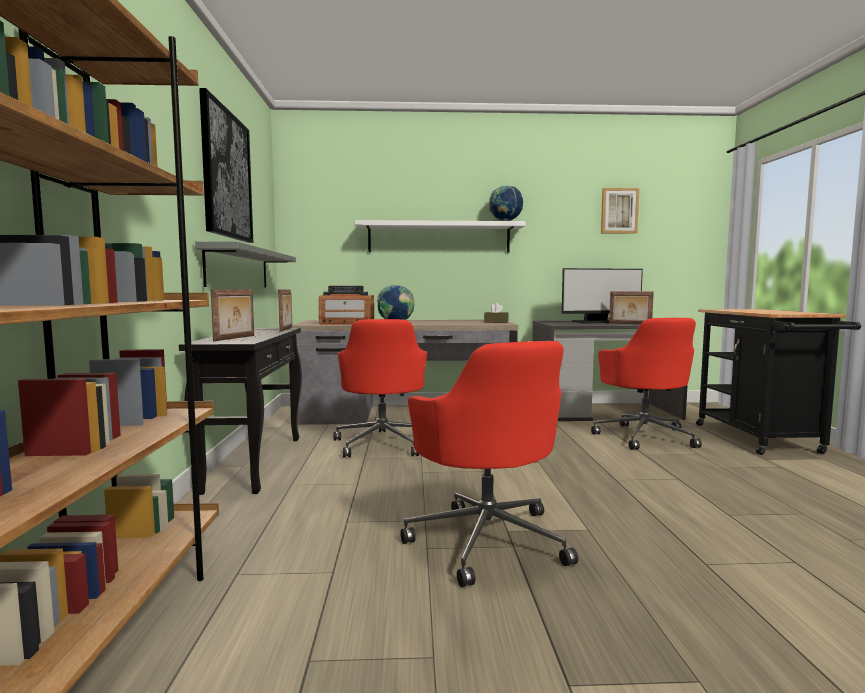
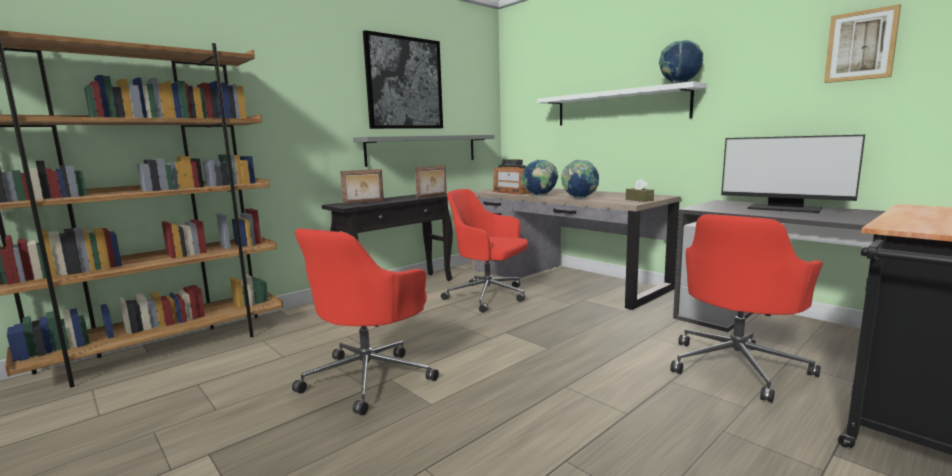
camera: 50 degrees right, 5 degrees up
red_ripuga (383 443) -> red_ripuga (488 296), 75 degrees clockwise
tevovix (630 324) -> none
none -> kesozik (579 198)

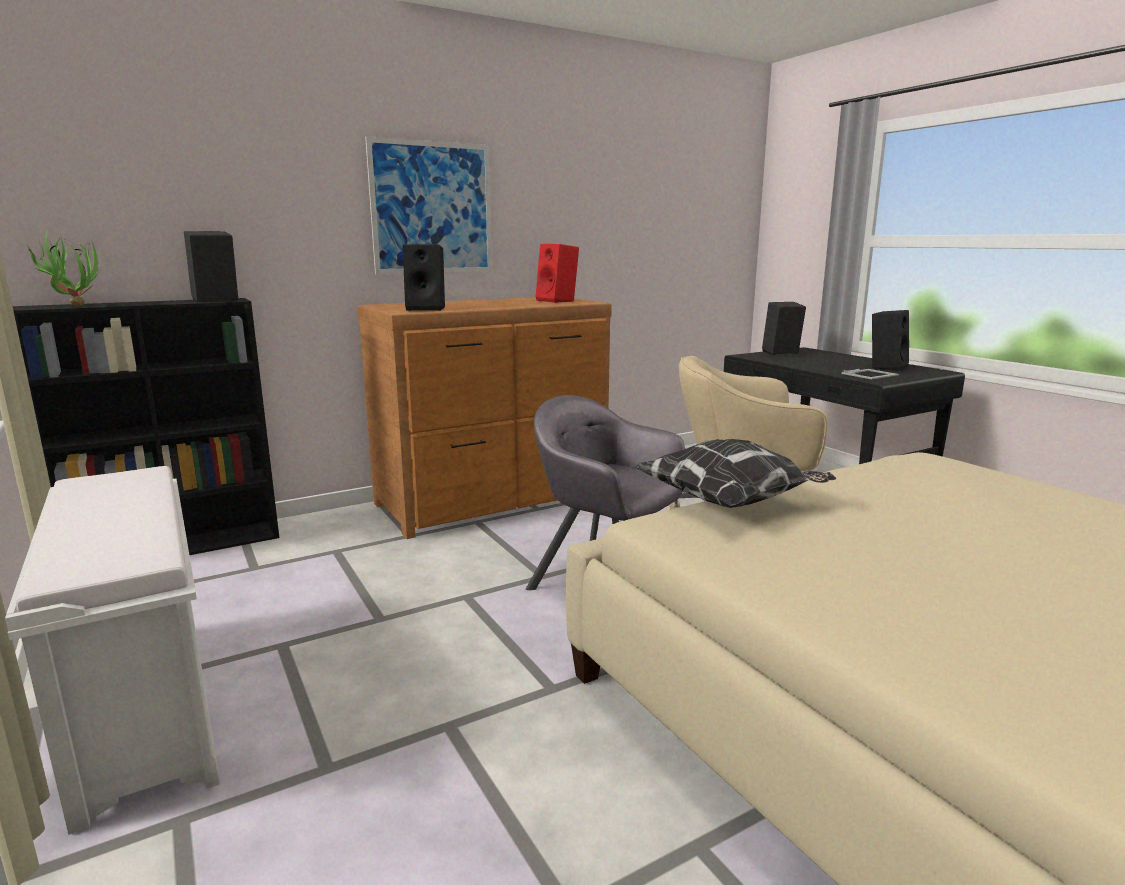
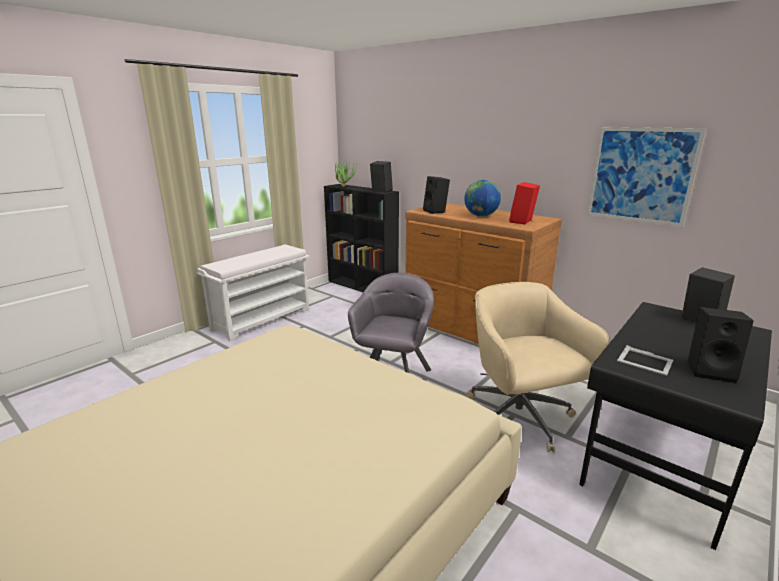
camera: 70 degrees right, 5 degrees up
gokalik (432 208) -> gokalik (641 175), shifted
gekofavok (731 503) -> none
none -> kesozik (481 216)

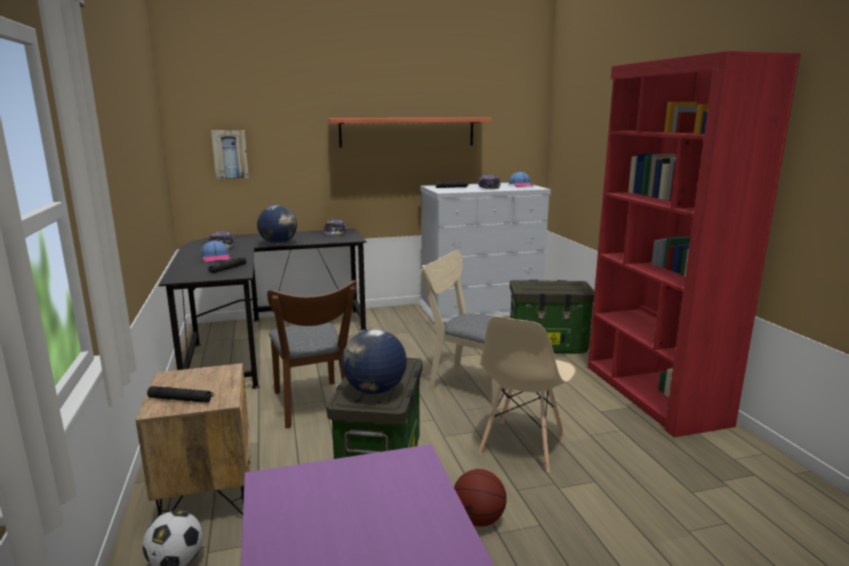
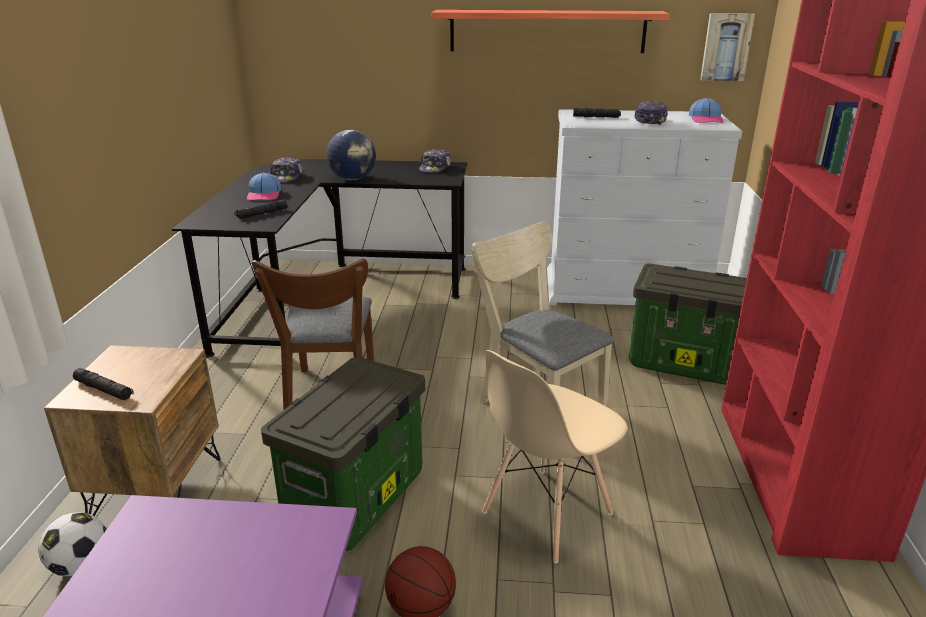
camera: 20 degrees right, 10 degrees up
gokalik (230 154) -> gokalik (726 47), shifted
kesozik (375 391) -> none

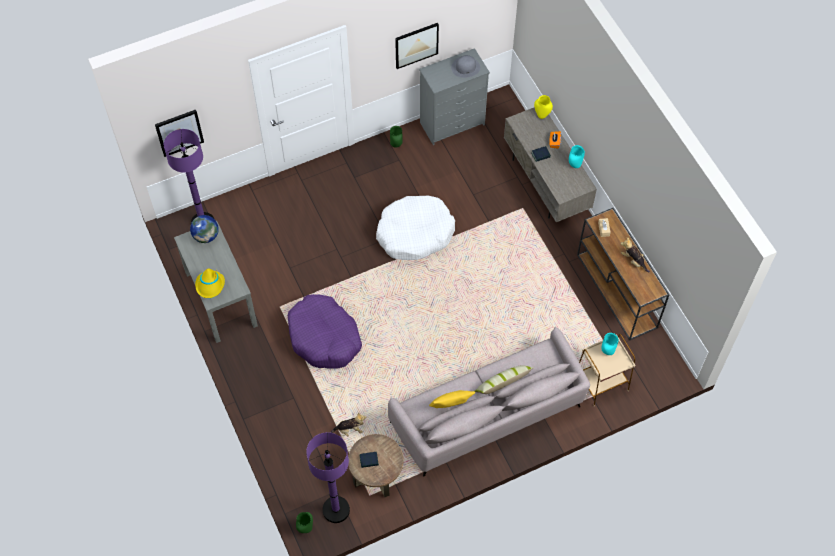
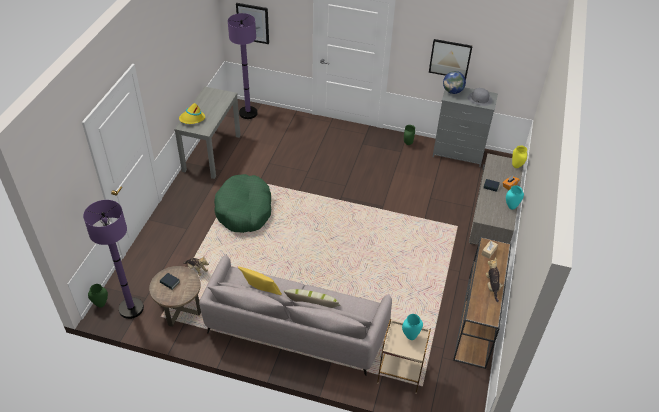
camera: 40 degrees right, 15 degrees down
kesozik (206 236) -> kesozik (452 91), shifted
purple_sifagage (324 337) -> green_sifagage (244 210)
white_sifagage (414 233) -> none

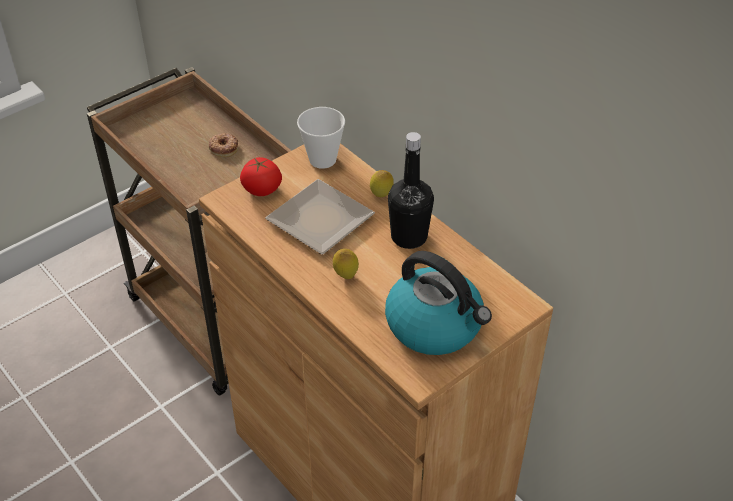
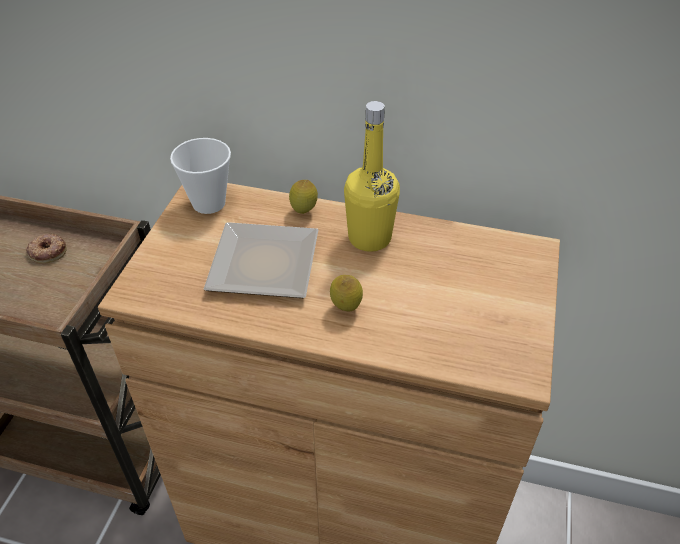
camera: 35 degrees left, 0 degrees up
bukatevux (262 189) -> none
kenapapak (435 325) -> none
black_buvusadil (409 237) -> yellow_buvusadil (369 238)

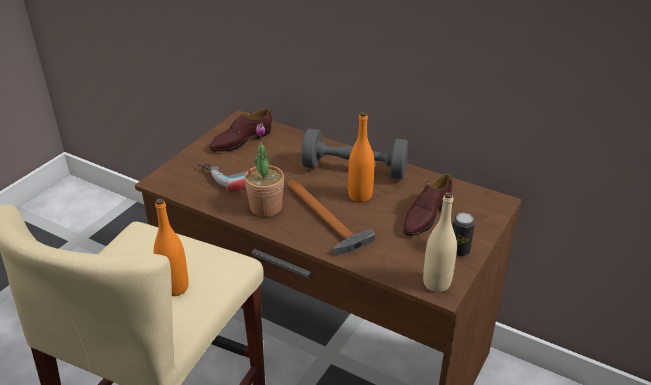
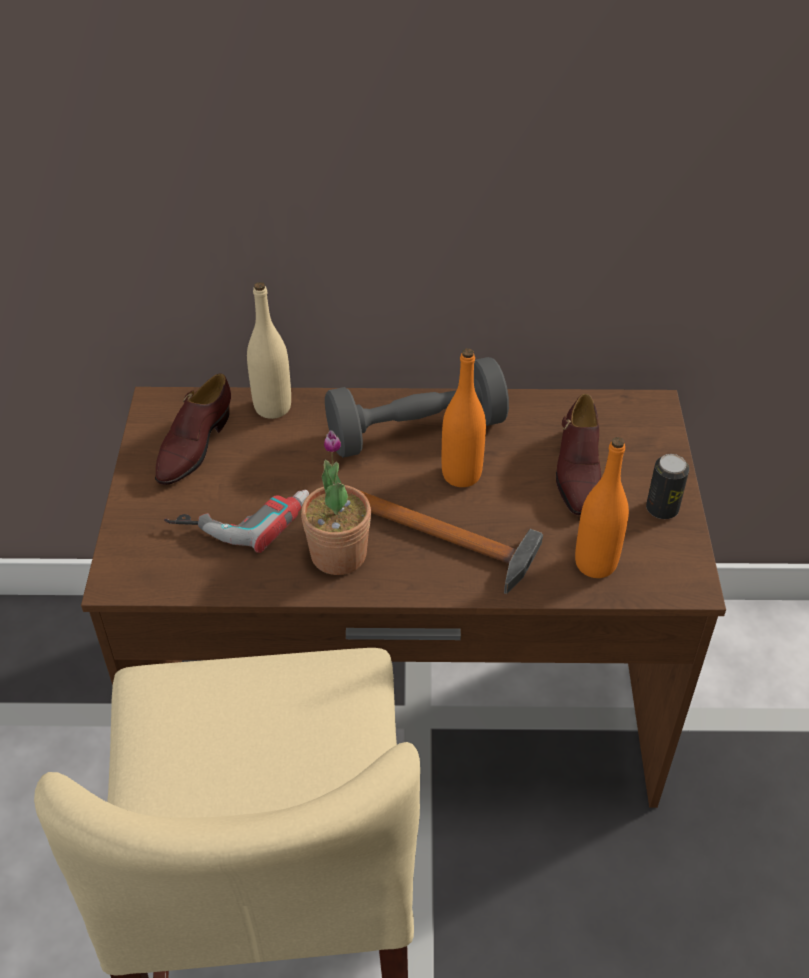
camera: 30 degrees left, 10 degrees up
orange_buvusadil (175 287) -> orange_buvusadil (595 563), shifted
beige_buvusadil (436 283) -> beige_buvusadil (272 407), shifted

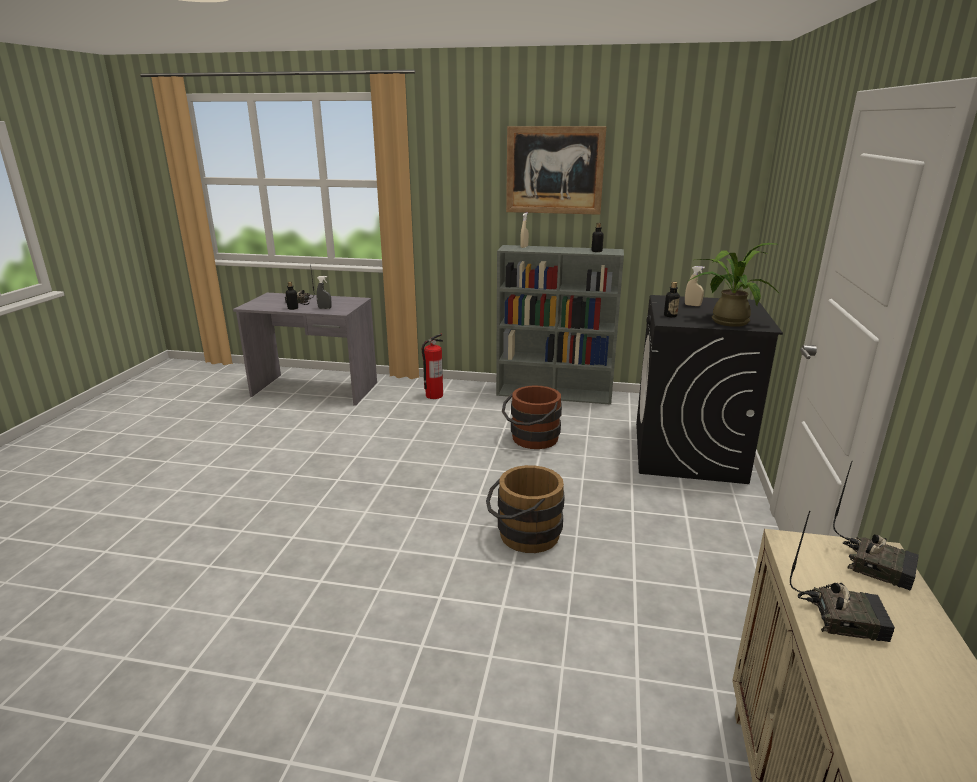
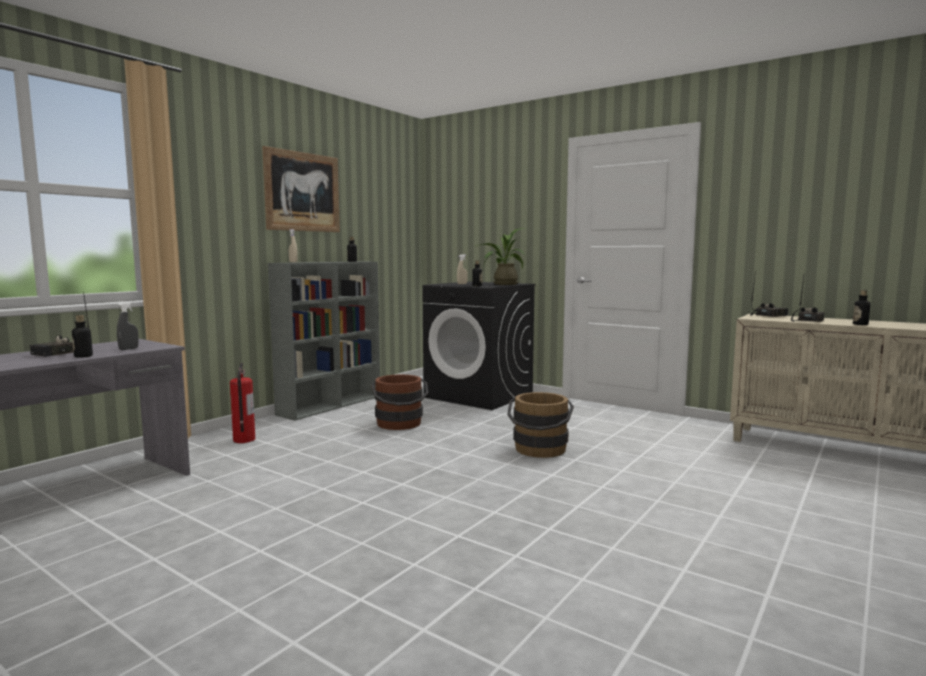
camera: 65 degrees left, 15 degrees down
none -> buvusadil (860 324)

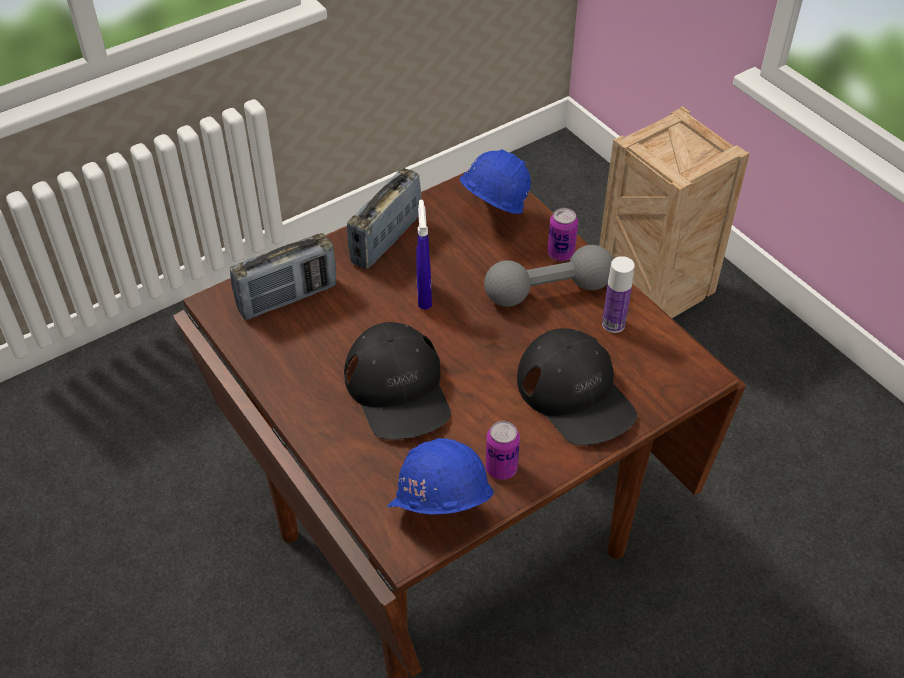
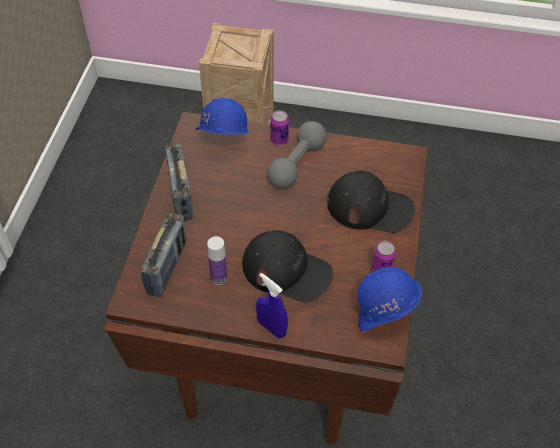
camera: 45 degrees left, 5 degrees up
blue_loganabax (424 295) -> blue_loganabax (271 328), shifted
buvusadil (613 324) -> buvusadil (219 278), shifted

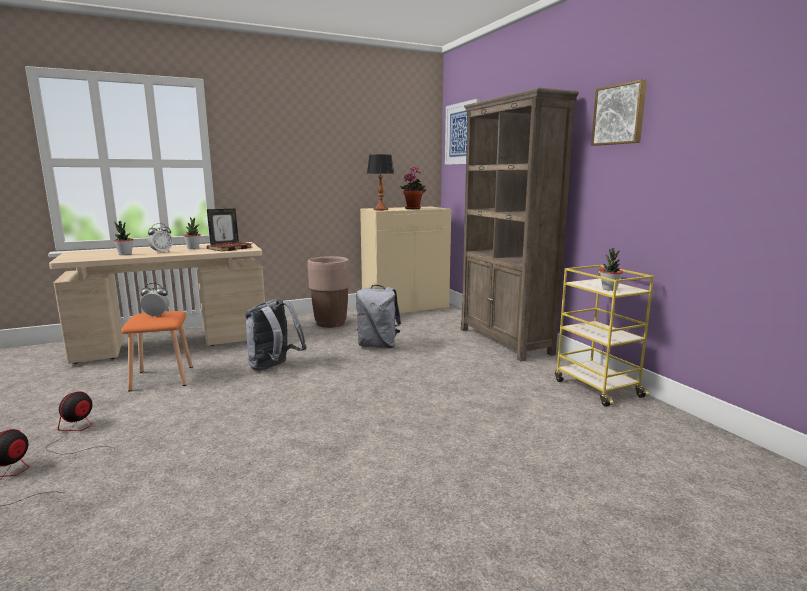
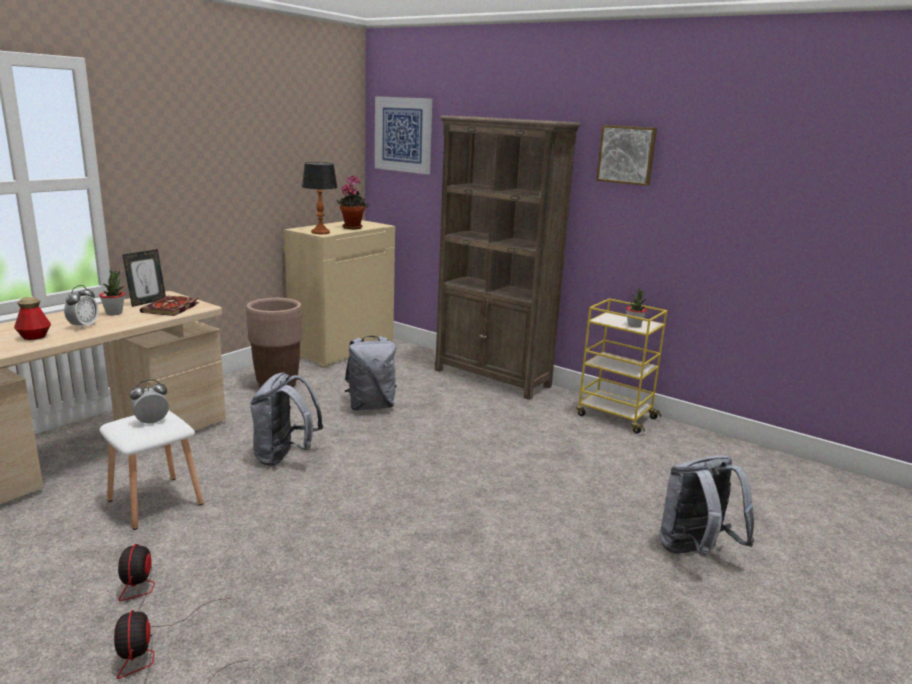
camera: 30 degrees left, 5 degrees up
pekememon (125 254) -> buvusadil (34 337)
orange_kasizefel (161 378) -> white_kasizefel (154 503)
none -> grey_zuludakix (695 552)

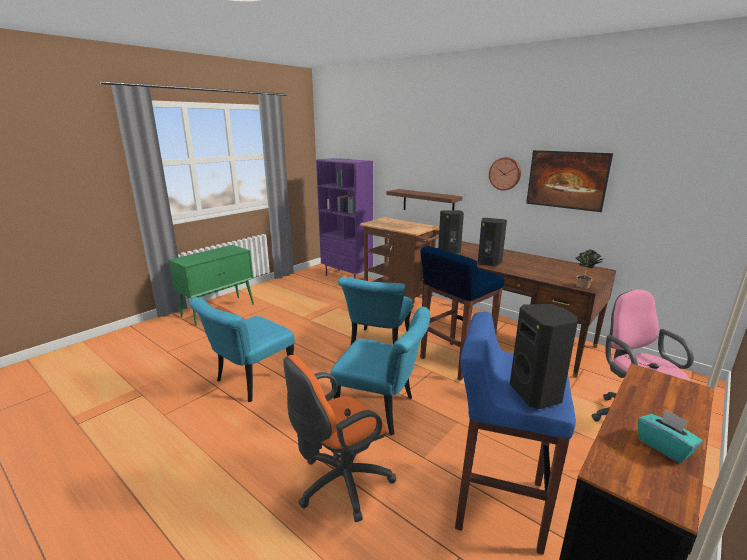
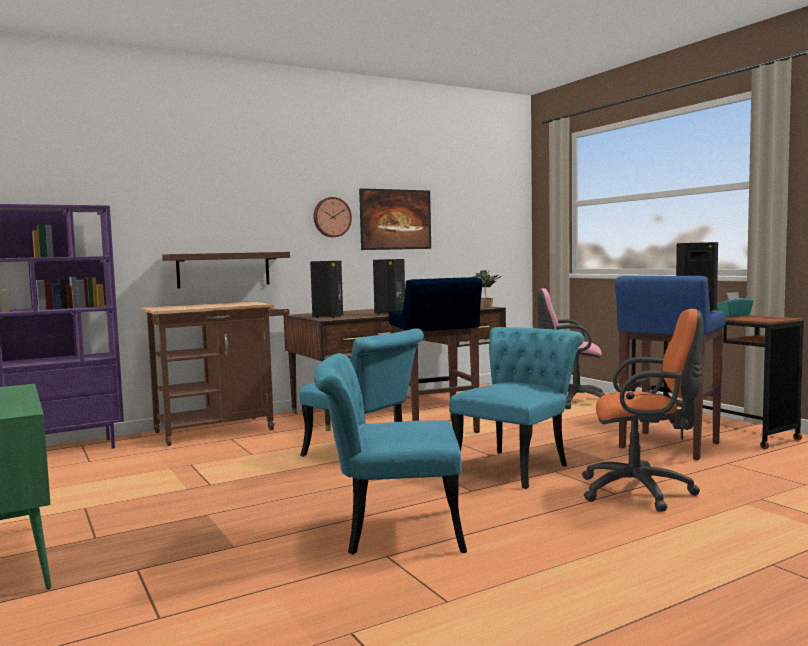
camera: 70 degrees left, 15 degrees down
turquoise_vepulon (250 382) -> turquoise_vepulon (389 531), 120 degrees clockwise
orange_ripuga (340 484) -> orange_ripuga (642 492), 60 degrees counterclockwise

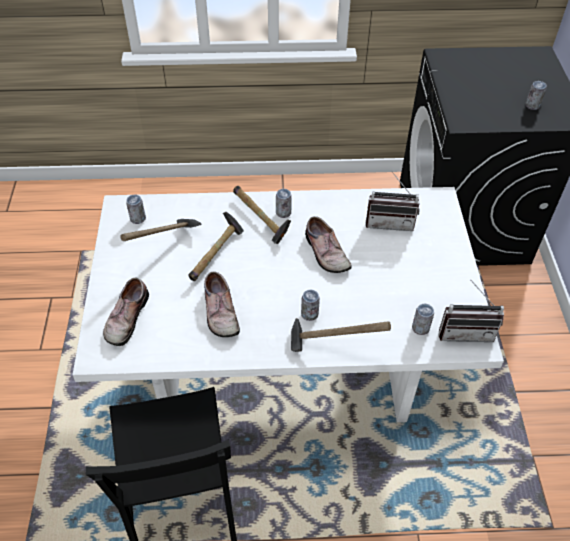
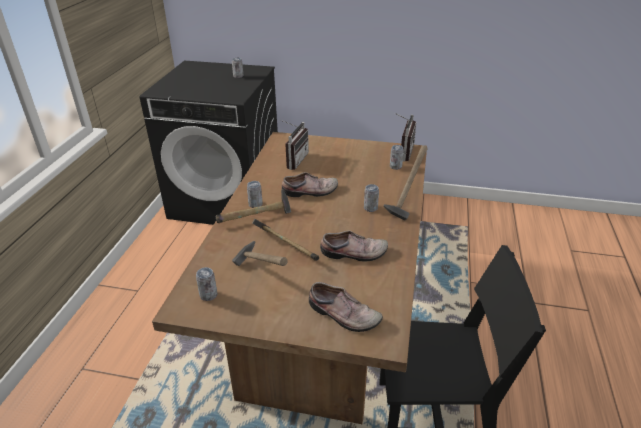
camera: 75 degrees left, 15 degrees down
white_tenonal (285 368) -> brown_tenonal (320 324)

